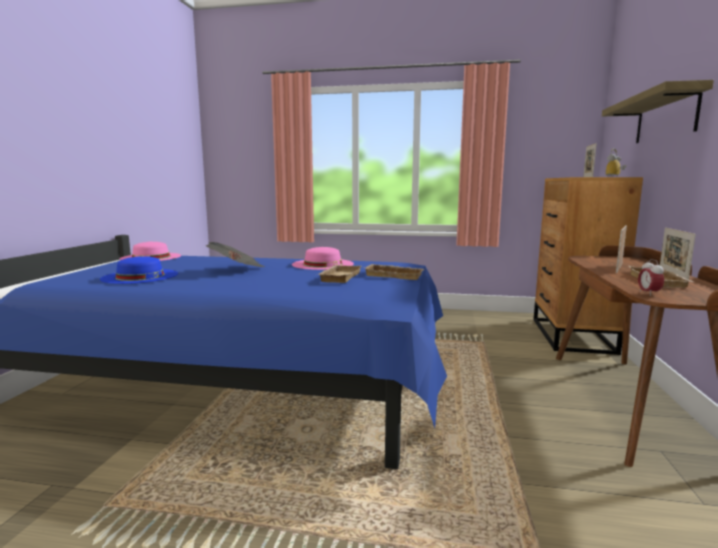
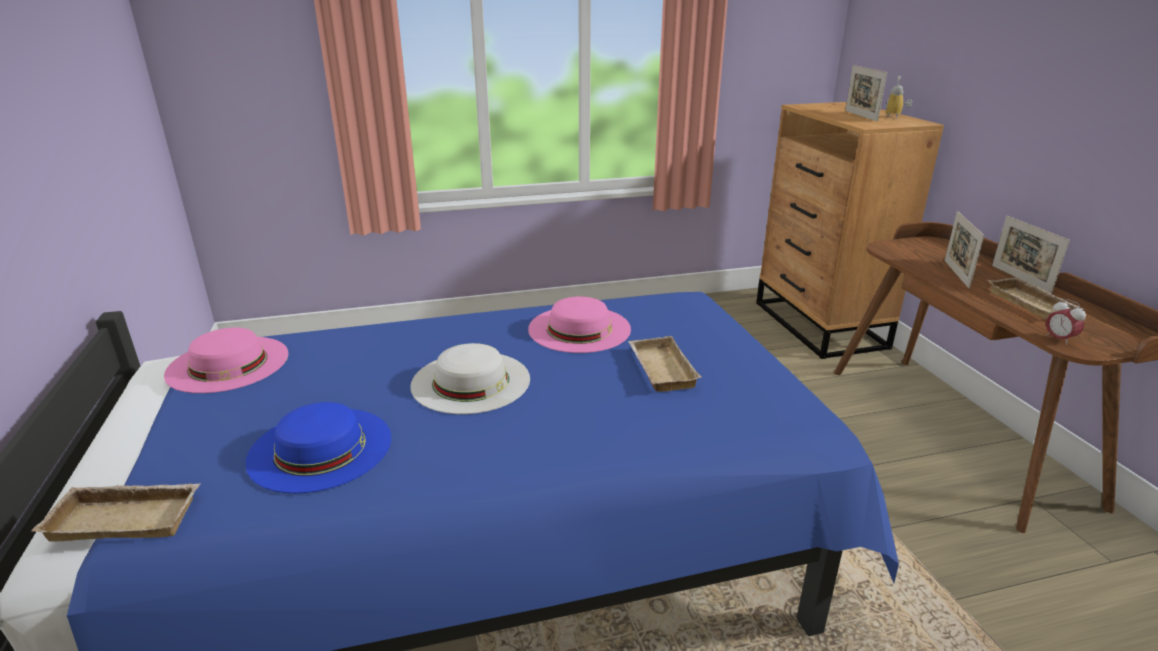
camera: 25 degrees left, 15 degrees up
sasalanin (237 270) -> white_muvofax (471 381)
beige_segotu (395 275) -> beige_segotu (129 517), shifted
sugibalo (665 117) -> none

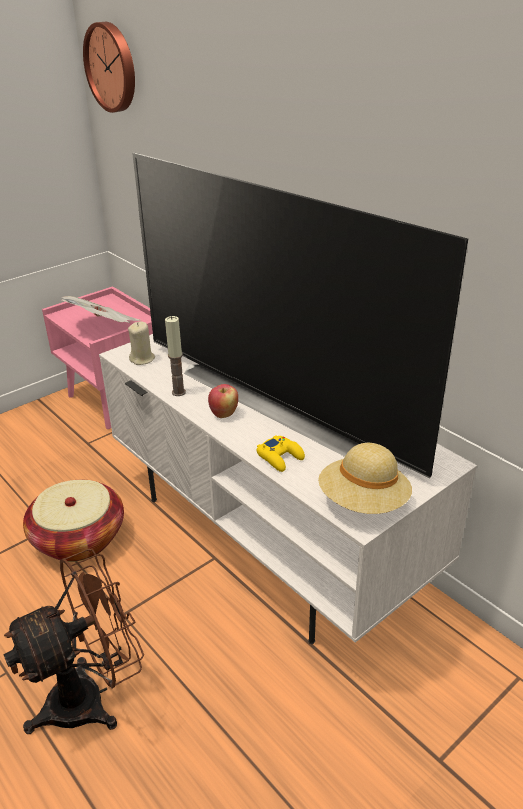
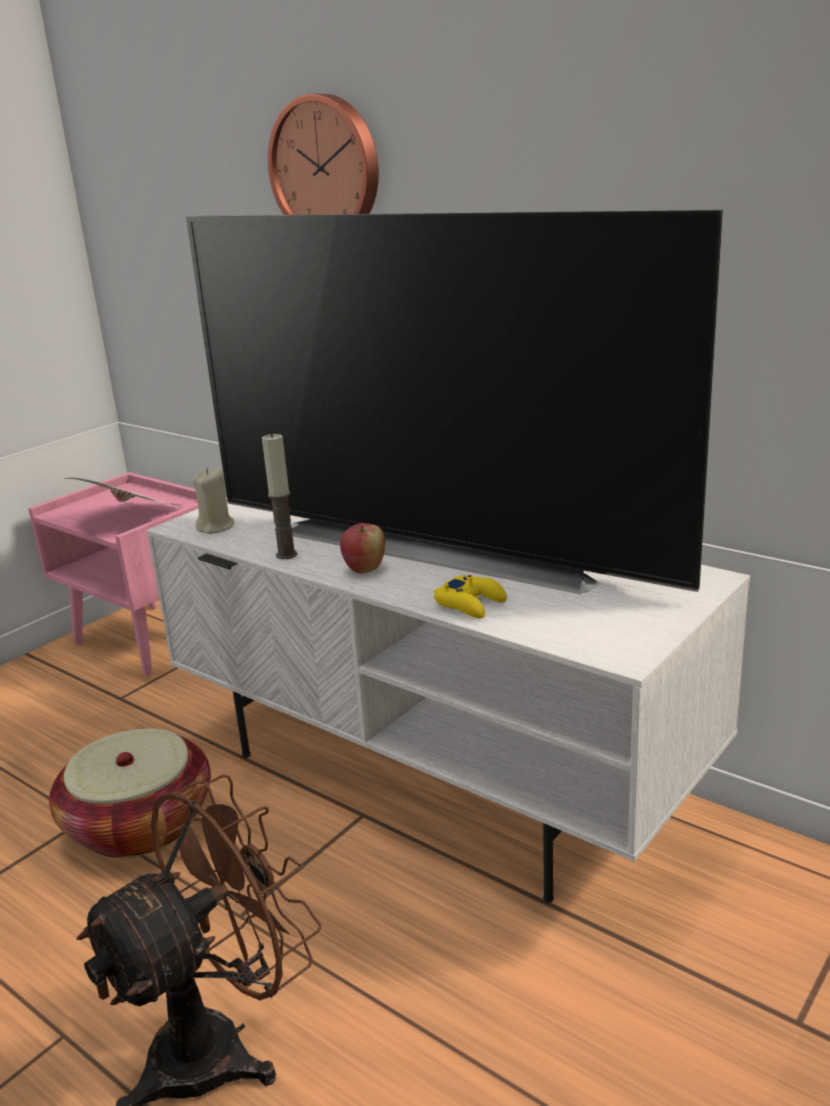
camera: 10 degrees left, 10 degrees down
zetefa (112 67) -> zetefa (327 167), shifted
beige_muvofax (363 502) -> none

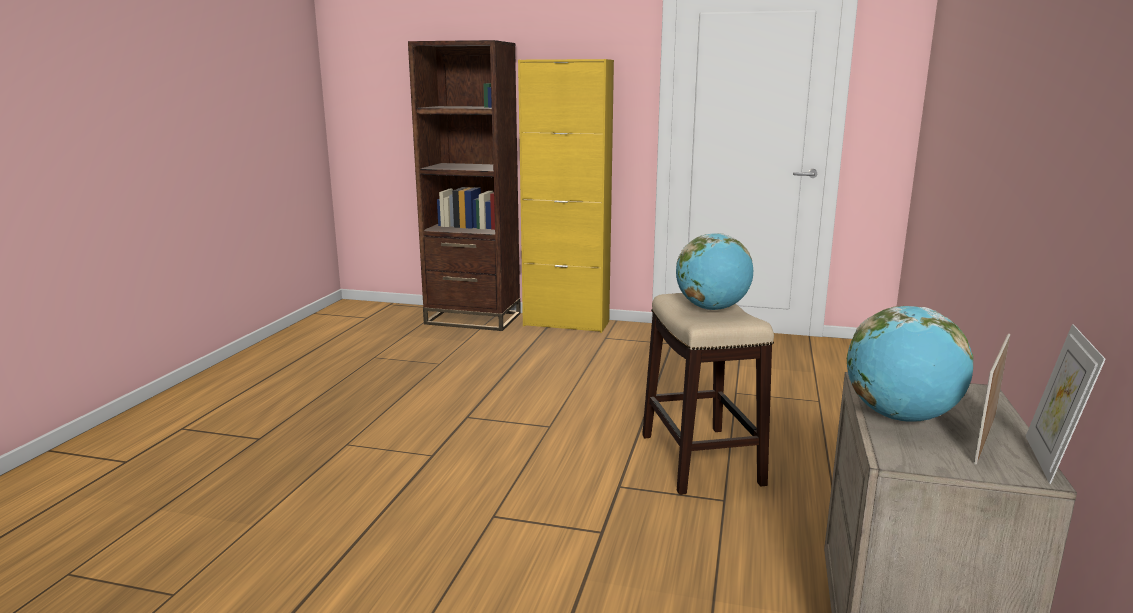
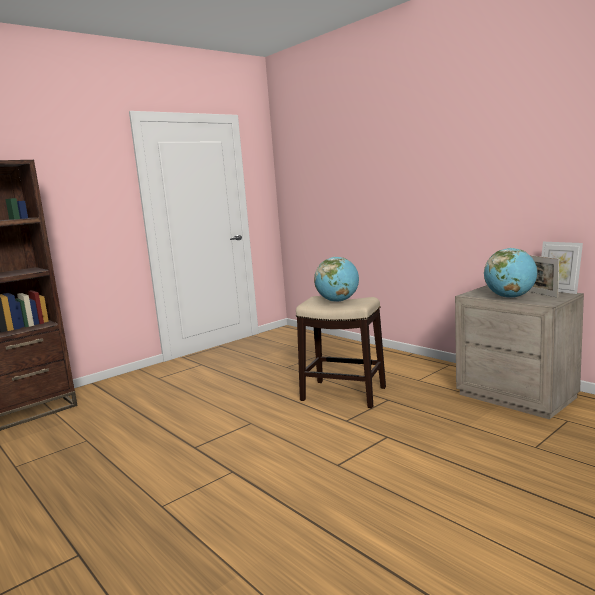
camera: 55 degrees left, 5 degrees down
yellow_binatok (566 323) -> none

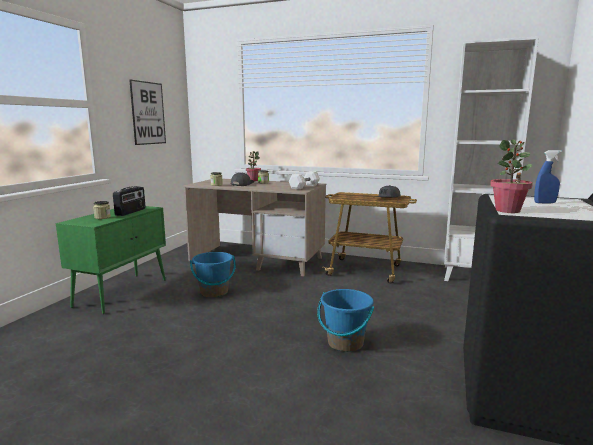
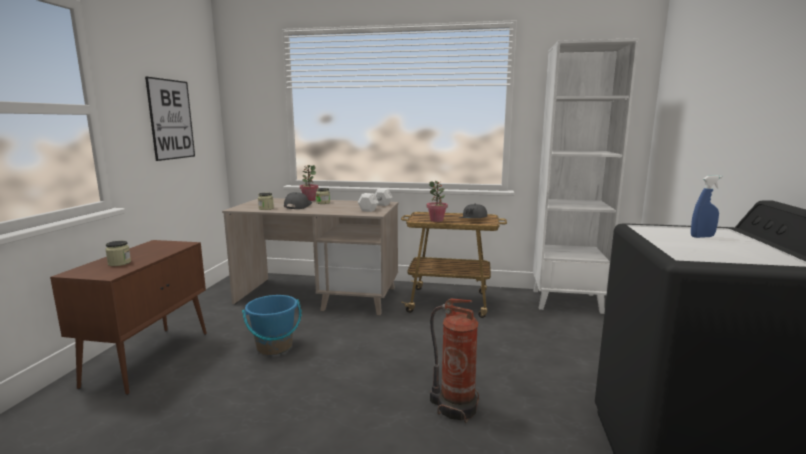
camera: 10 degrees left, 0 degrees up
green_binatok (122 292) -> brown_binatok (150 357)
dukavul (131 212) -> none
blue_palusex (345 343) -> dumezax (455 407)
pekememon (508 210) -> pekememon (436 220), shifted

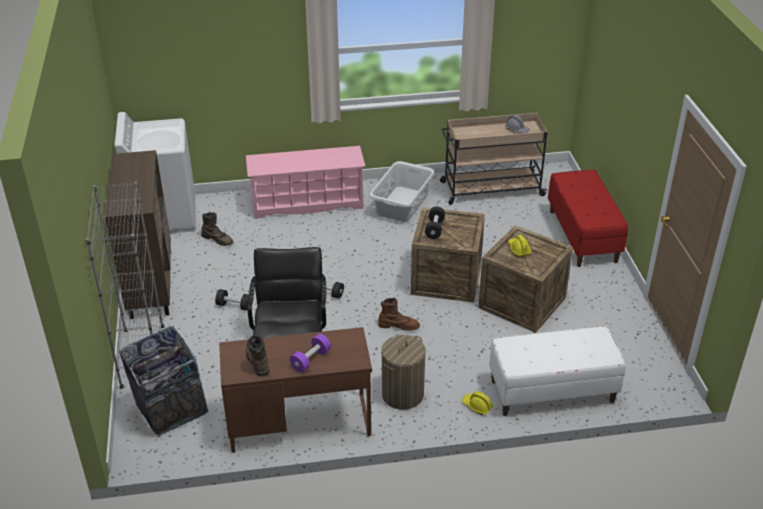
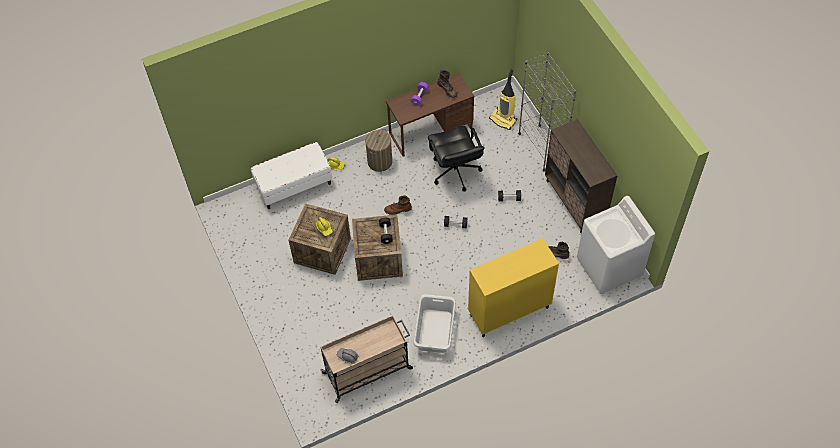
camera: 165 degrees right, 20 degrees up
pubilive (170 411) -> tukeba (503 119)
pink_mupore (307 203) -> yellow_binatok (509 311)
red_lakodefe (583 236) -> none

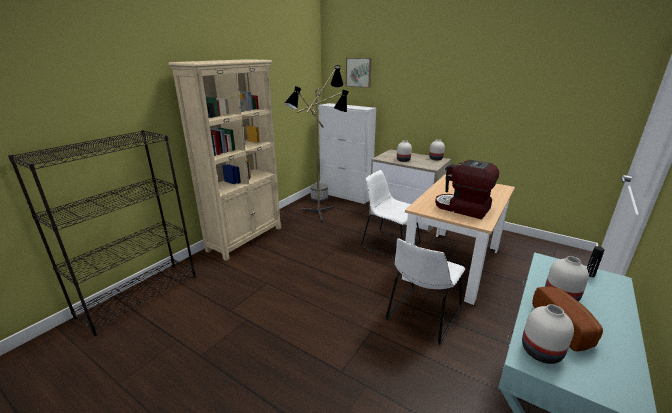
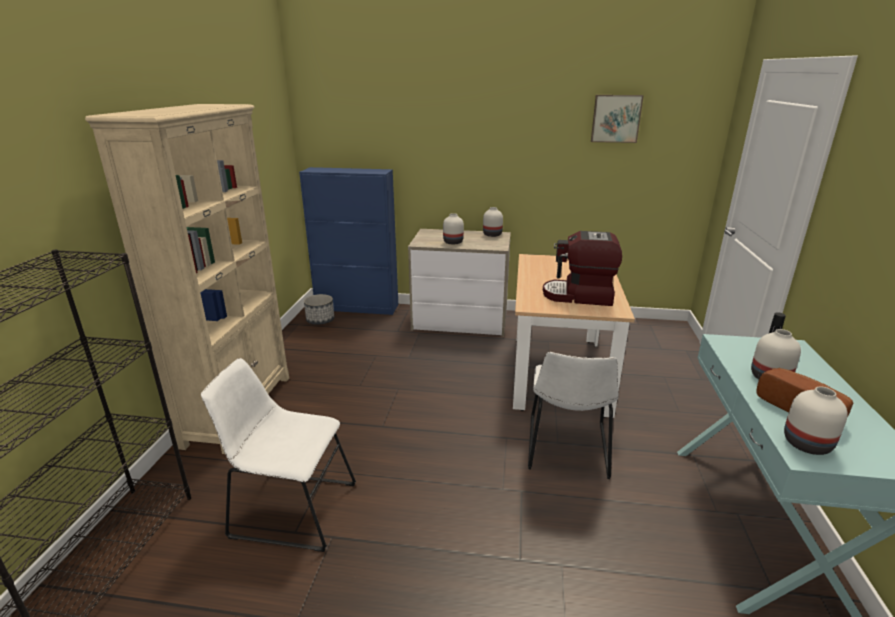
camera: 25 degrees left, 0 degrees up
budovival (321 214) -> none
white_binatok (346 195) -> blue_binatok (357 307)
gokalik (359 72) -> gokalik (616 118), shifted
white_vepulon (388 244) -> white_vepulon (289 508), shifted

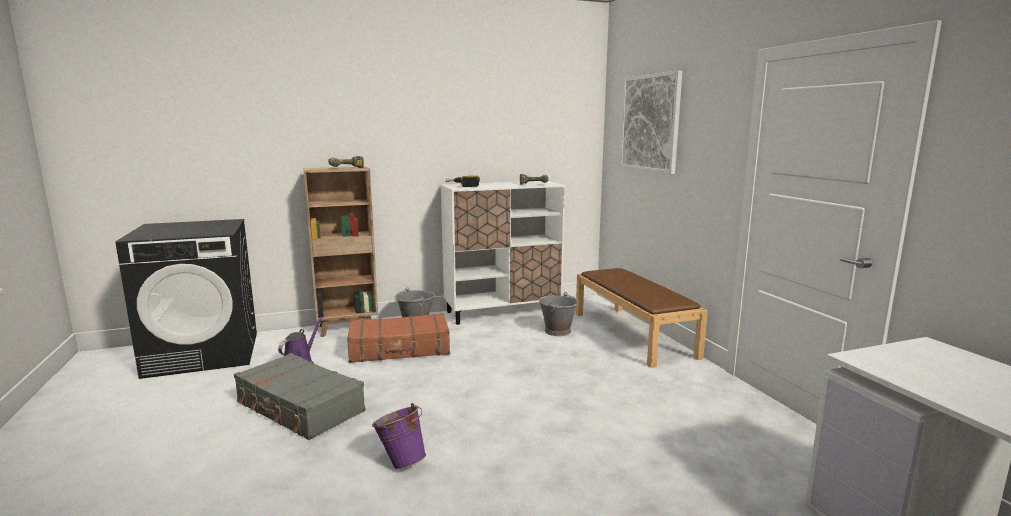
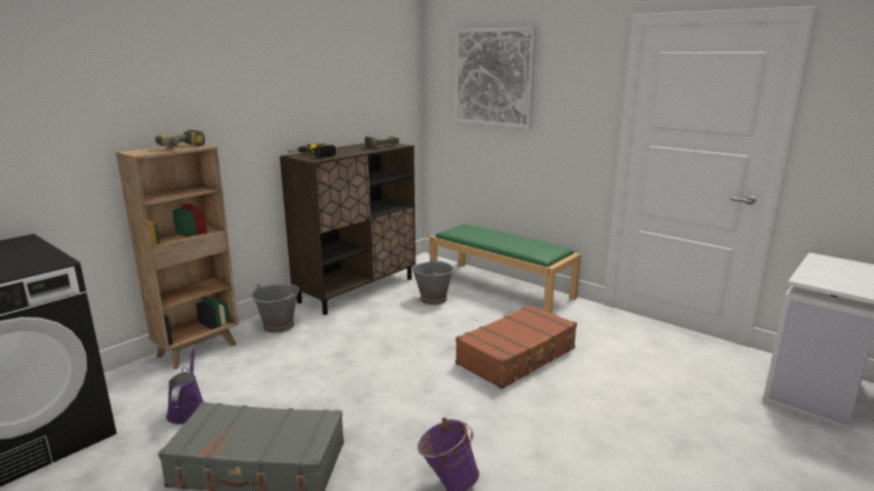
camera: 30 degrees left, 5 degrees up
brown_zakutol (400 349) -> brown_zakutol (517 356), shifted
white_binatok (503 312) -> brown_binatok (357 290)
brown_lakodefe (633 334) -> green_lakodefe (501 287)

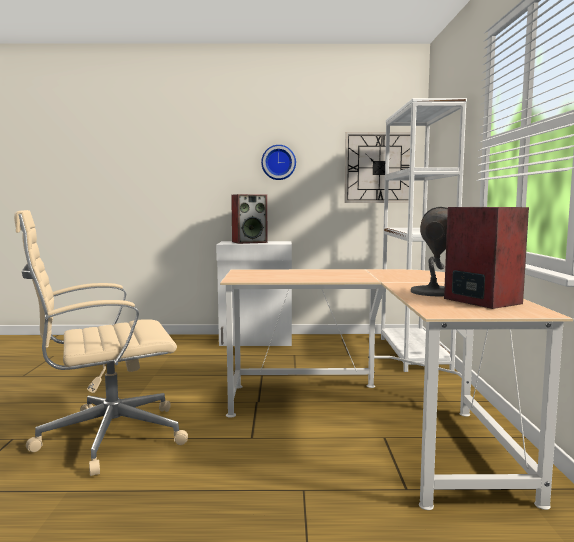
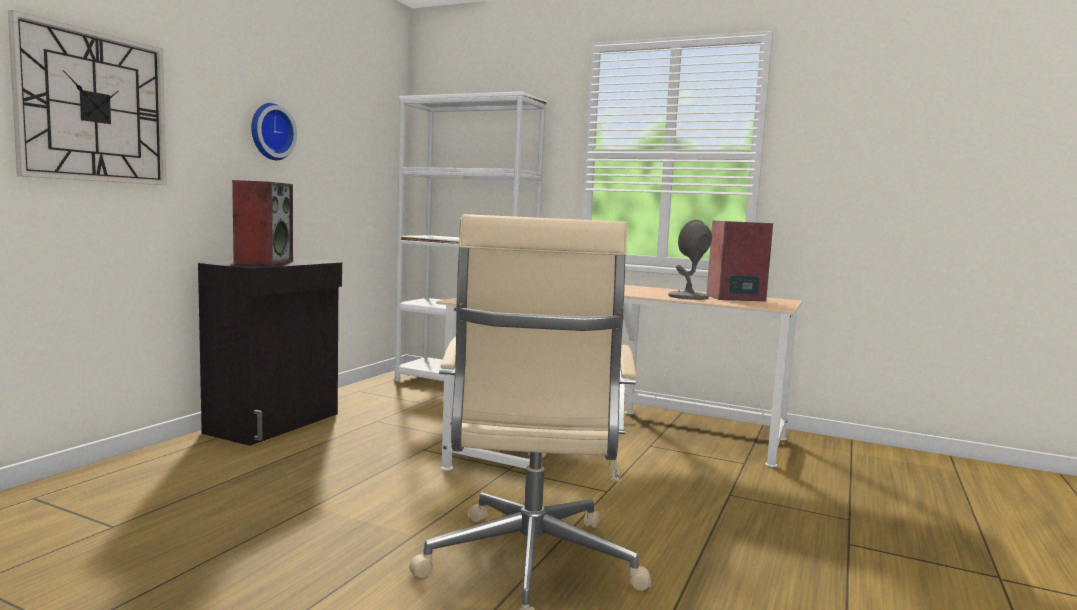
camera: 65 degrees left, 0 degrees up
white_binatok (256 341) -> black_binatok (275 423)
zetefa (379 168) -> zetefa (93 107), shifted

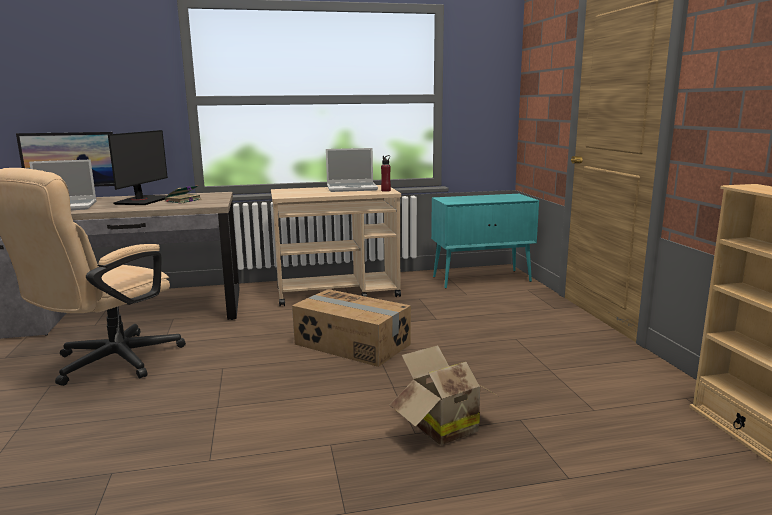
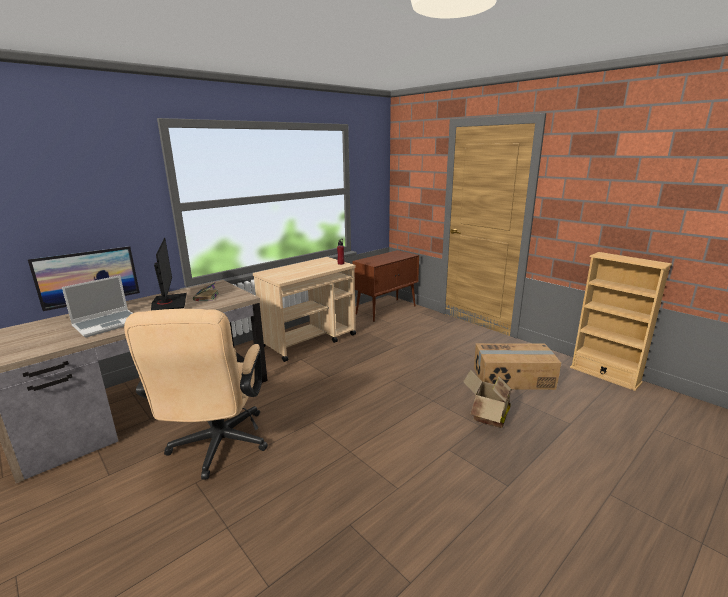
camera: 30 degrees left, 5 degrees up
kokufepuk (352 344) -> kokufepuk (513 378), shifted
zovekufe (352 188) -> none
turquoise_binatok (482 279) -> brown_binatok (386 310)

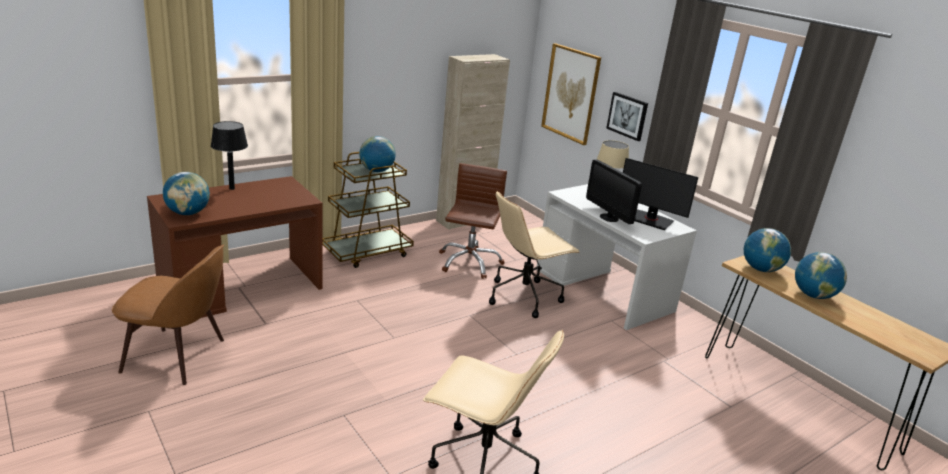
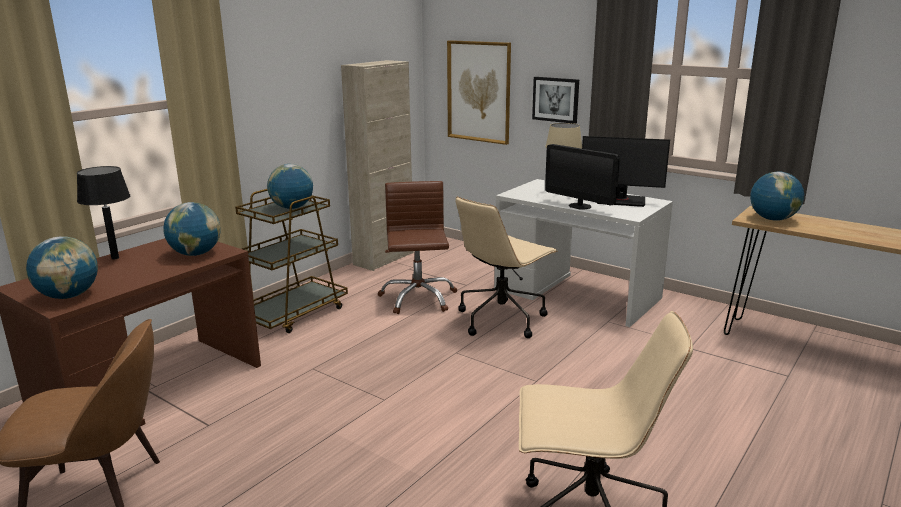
camera: 15 degrees left, 5 degrees down
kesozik (813 295) -> kesozik (196 254), shifted

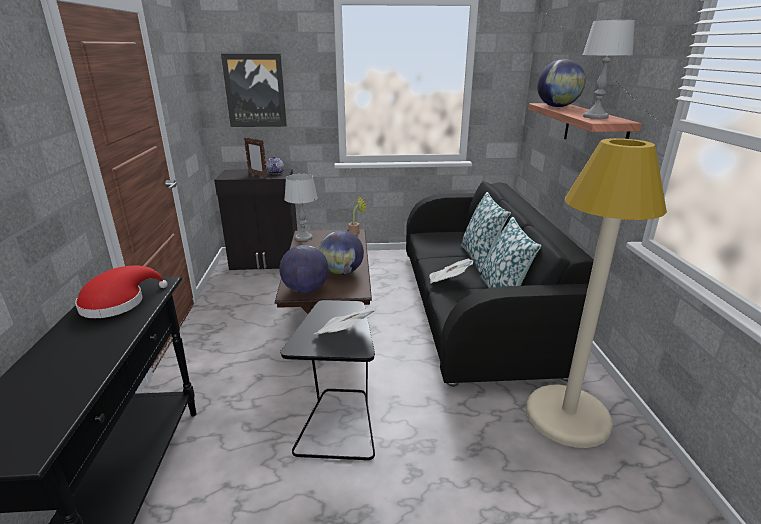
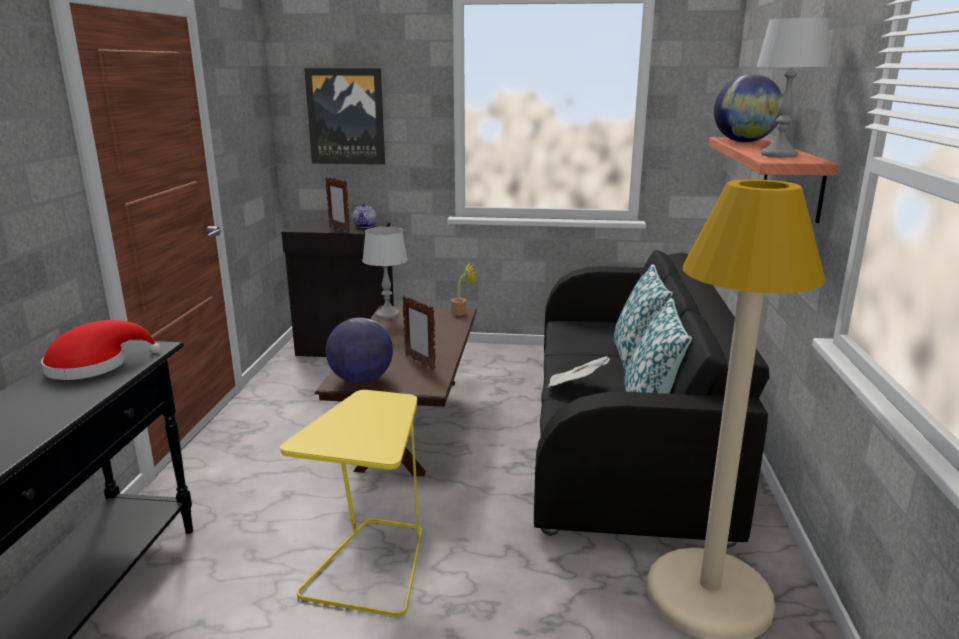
camera: 10 degrees right, 5 degrees down
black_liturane (338 424) -> yellow_liturane (371 566)
sasalanin (346 335) -> none
kesozik (342 272) -> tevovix (420 362)

